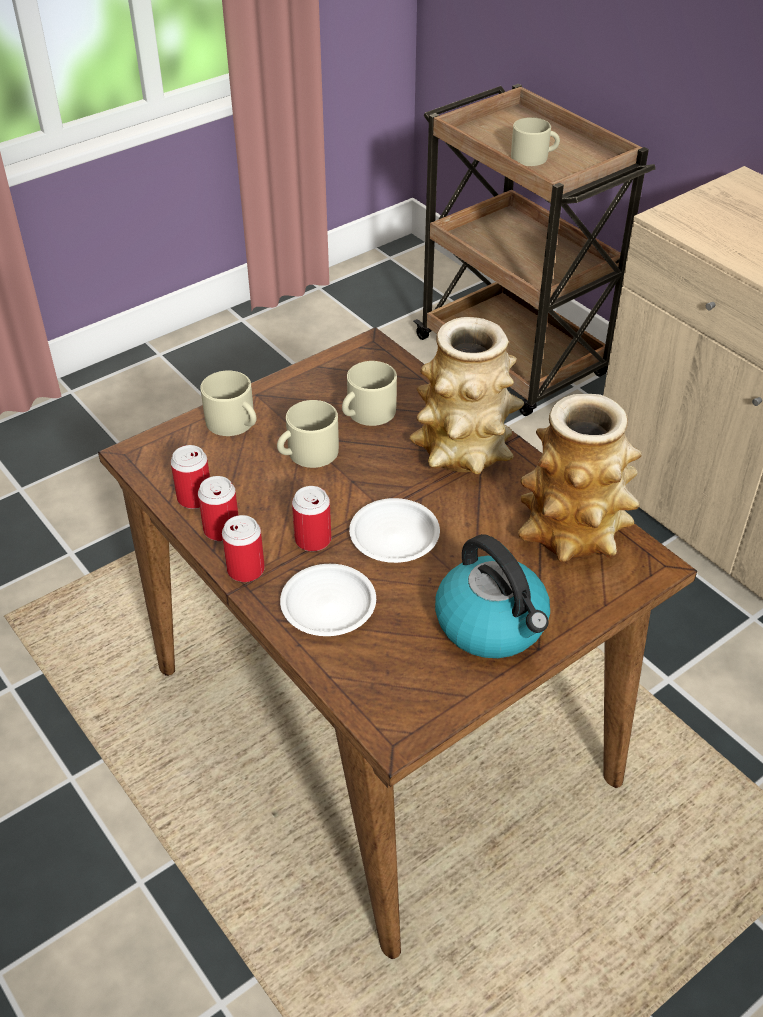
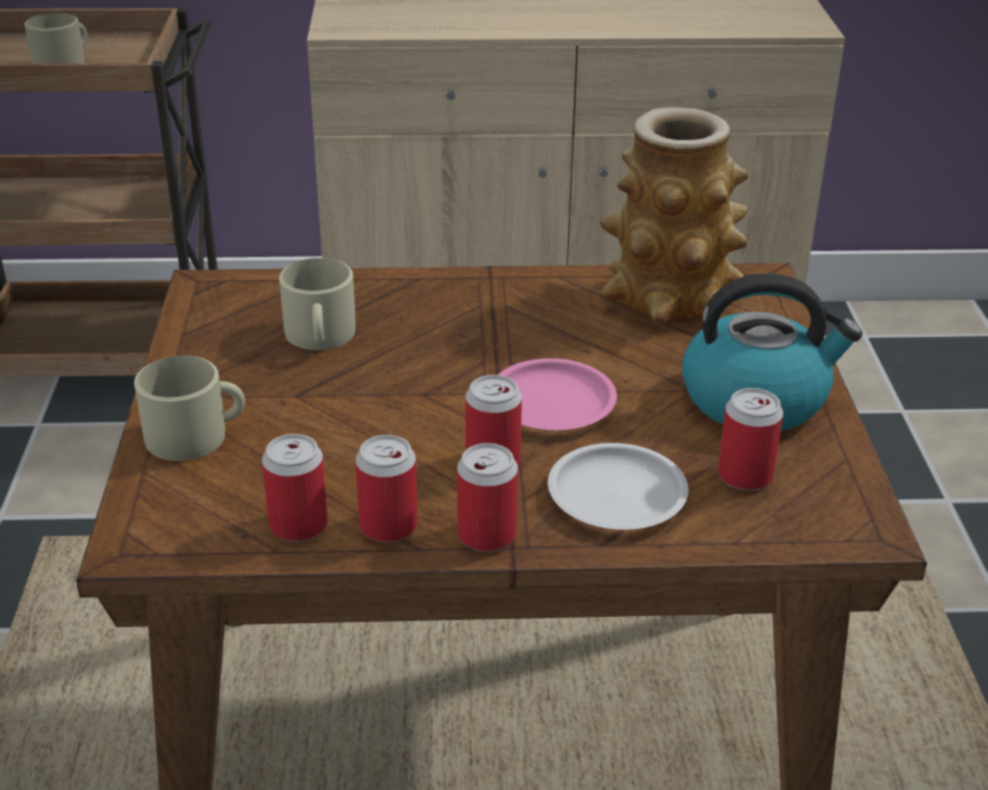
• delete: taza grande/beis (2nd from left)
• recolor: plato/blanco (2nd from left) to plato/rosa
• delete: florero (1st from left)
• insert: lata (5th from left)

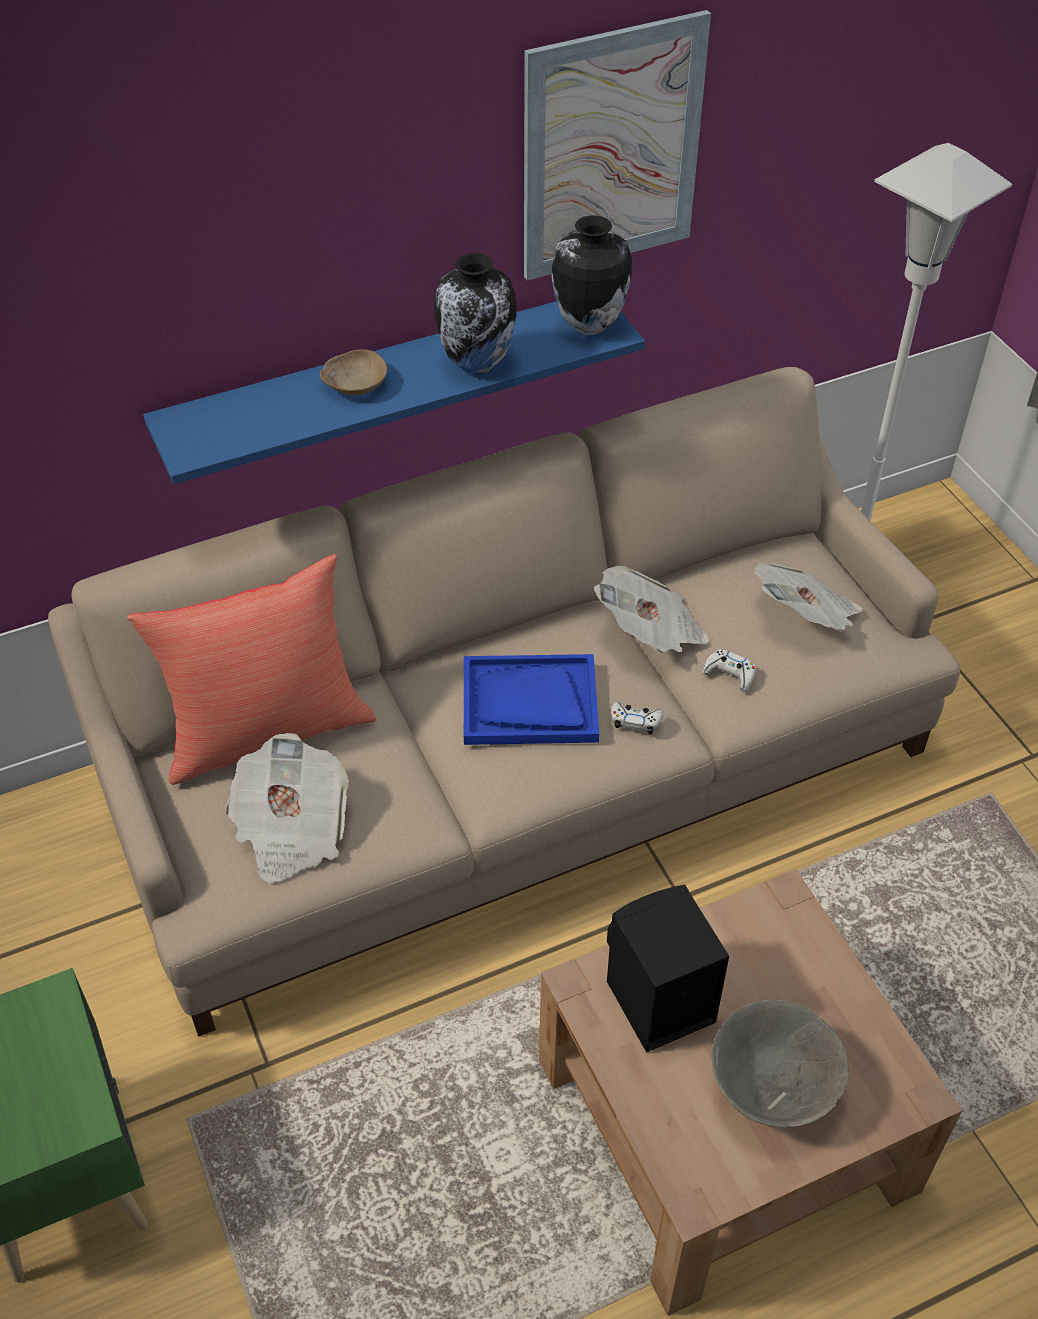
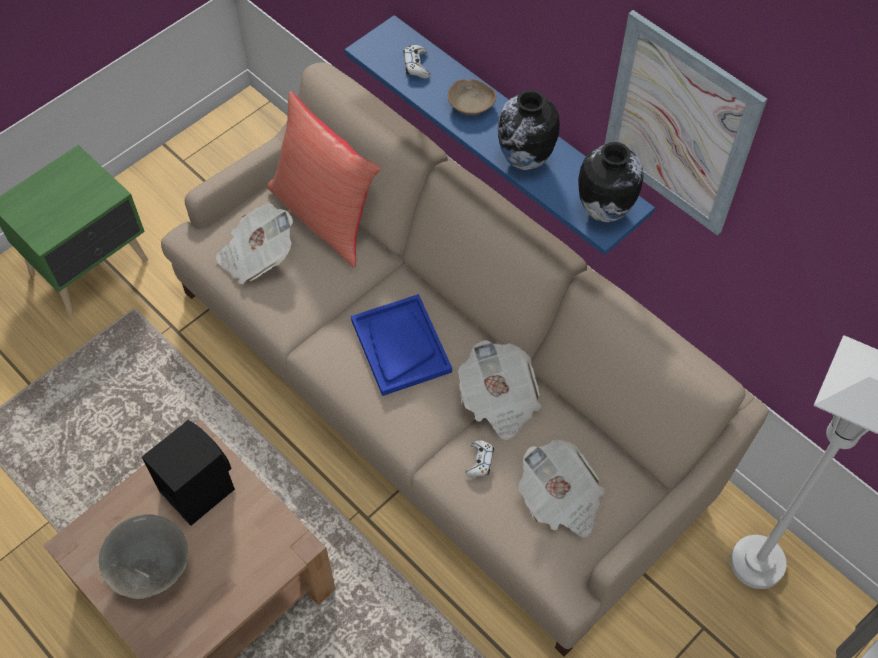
• move: mando de consola/blanco (1st from left)

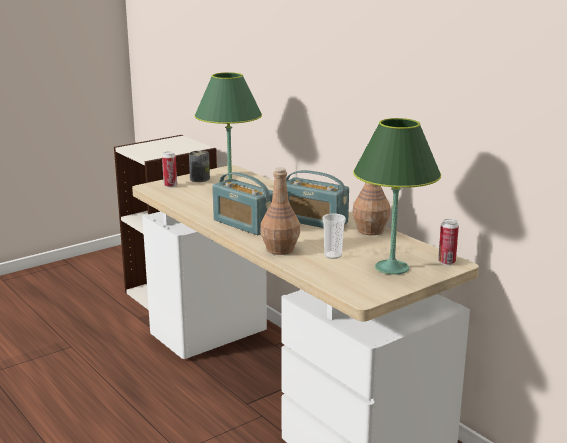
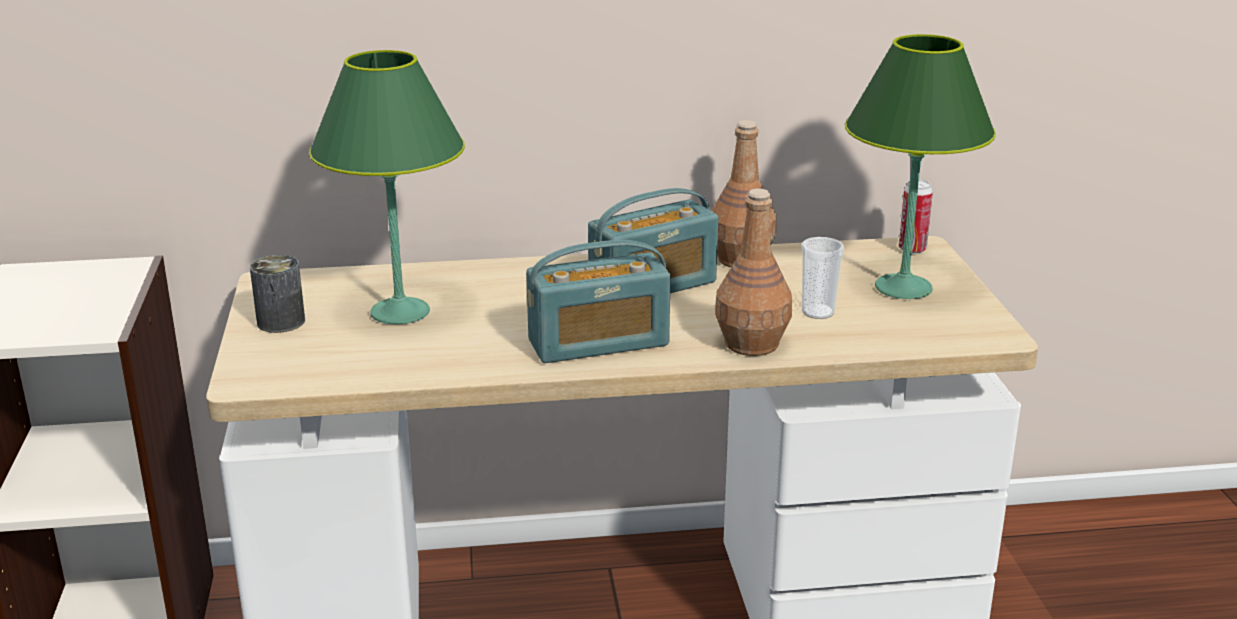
• delete: lata (1st from left)

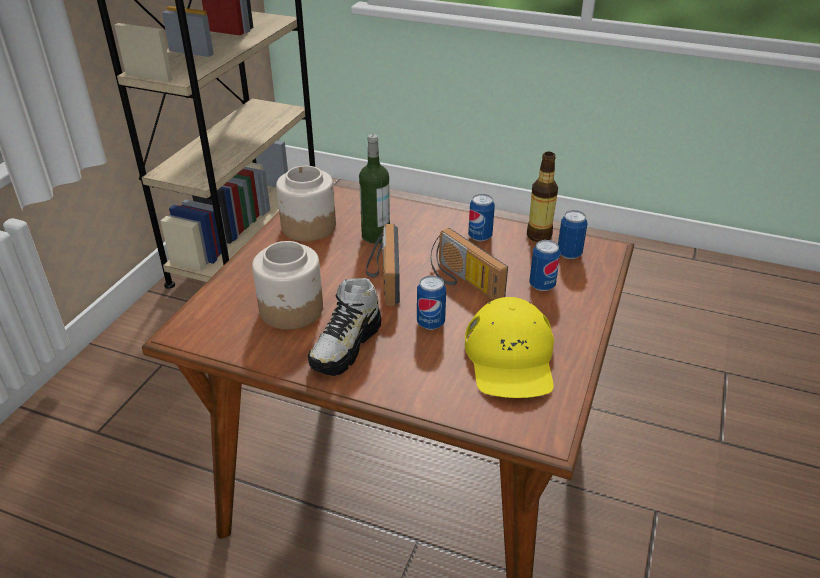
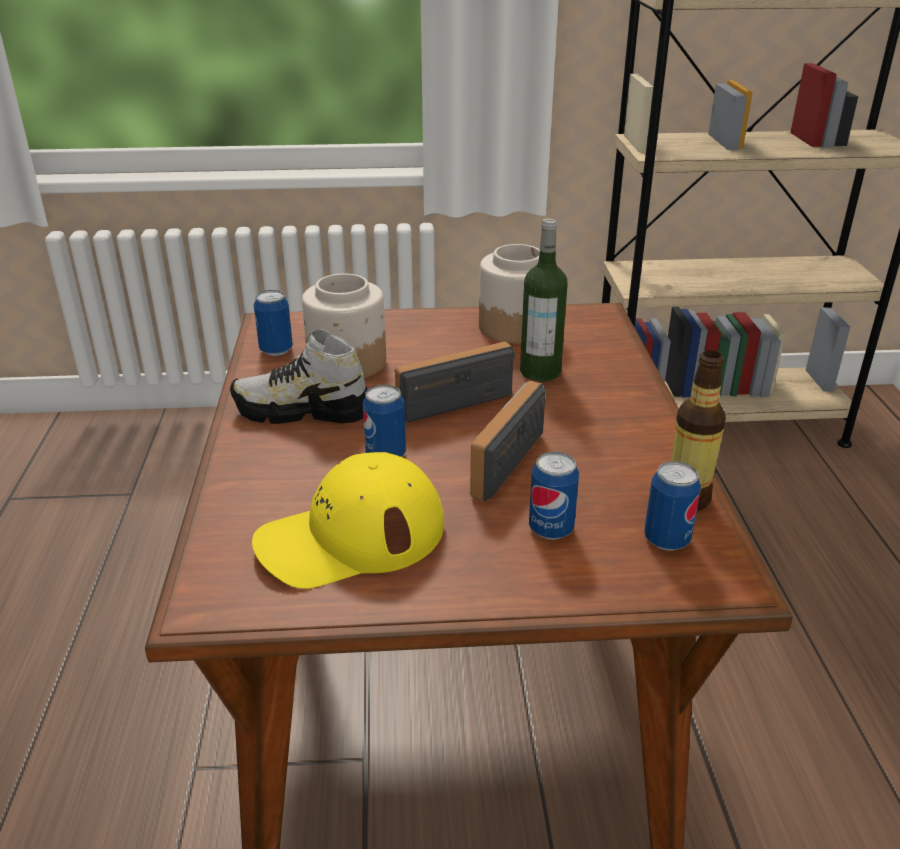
• move: lata (2nd from left in the first image) to lata (1st from left)

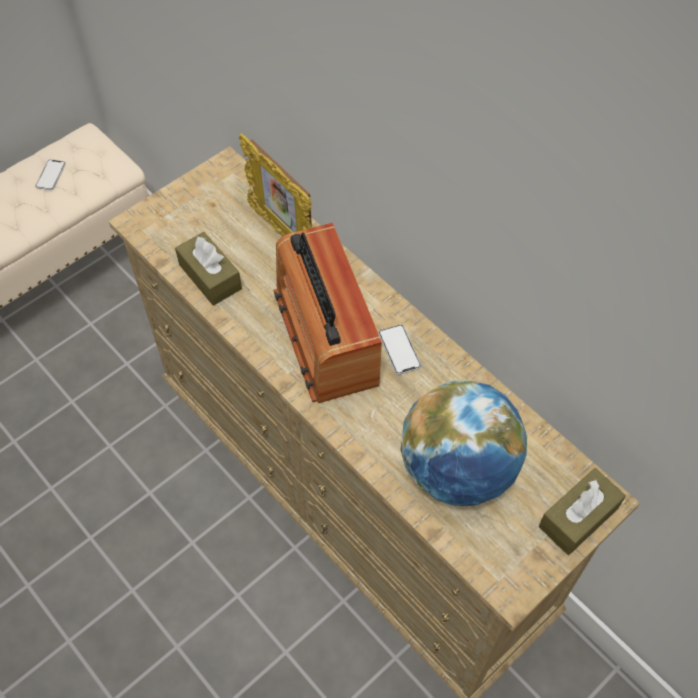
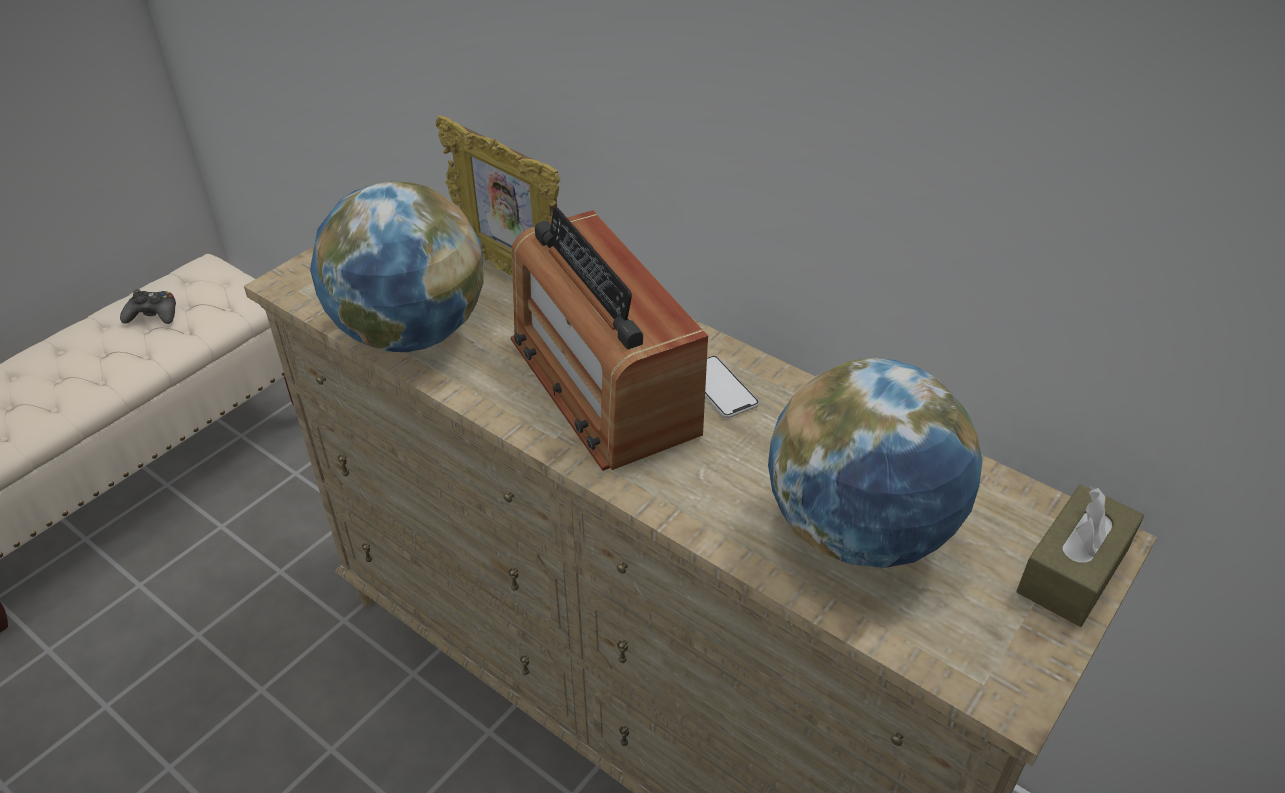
• replace: móvil (1st from left) to mando de consola/negro
• replace: caja de pañuelos/marrón (1st from left) to globo terráqueo (1st from left)

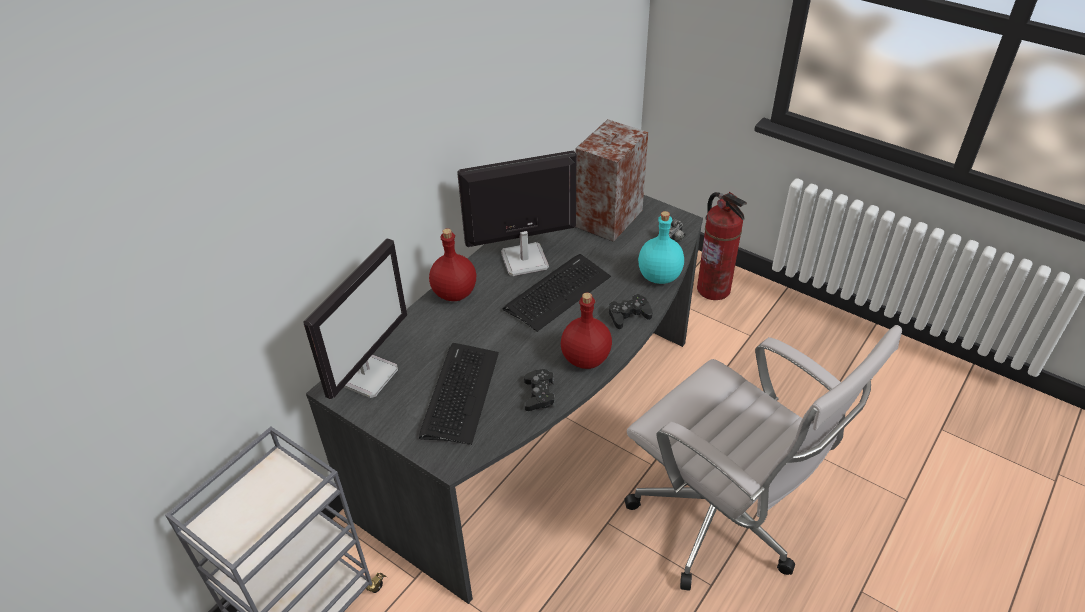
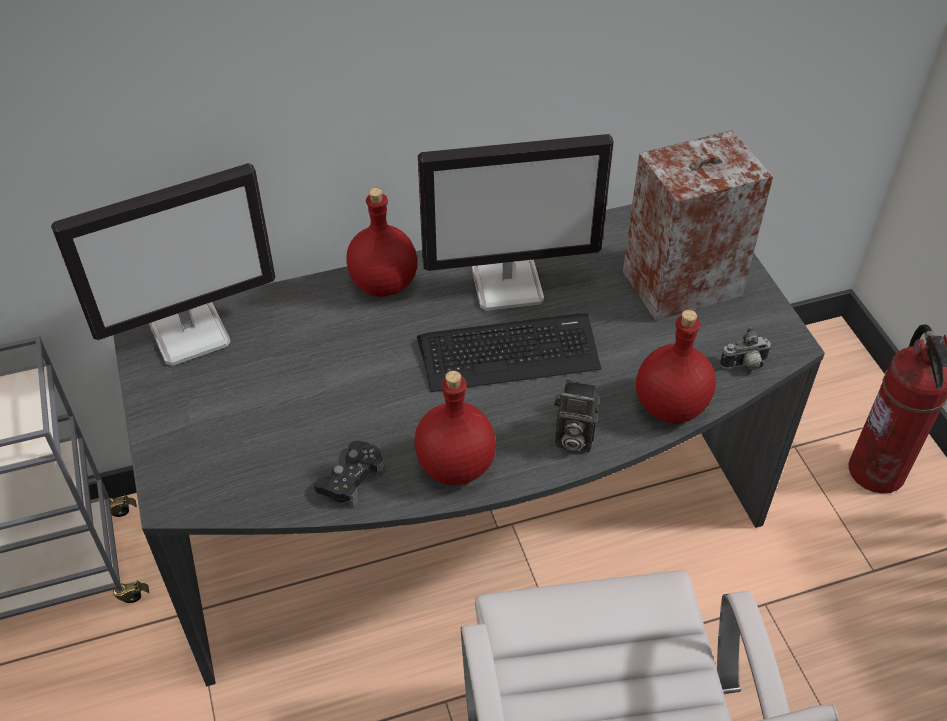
• delete: teclado (1st from left)
• rotate: monitor (2nd from left) 150 degrees clockwise
• replace: mando de consola/negro (2nd from left) to cámara (1st from left)
• recolor: botella/turquesa to botella/rojo (3rd from left)

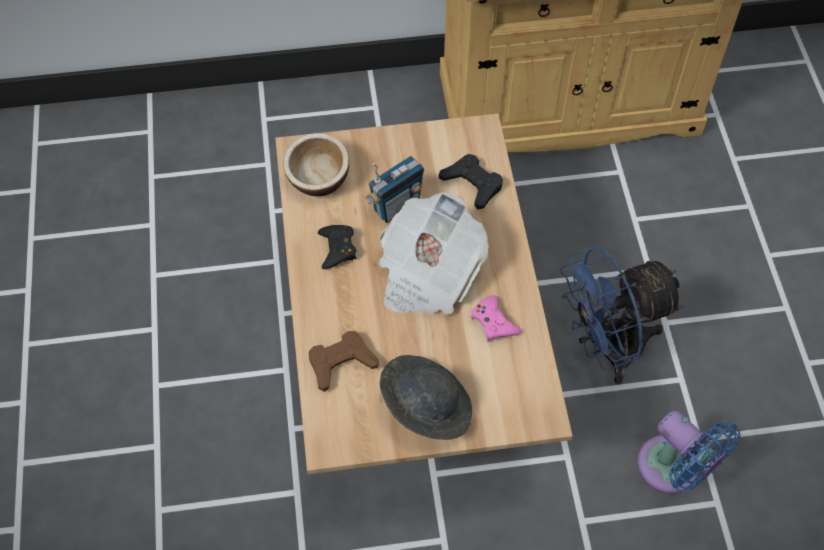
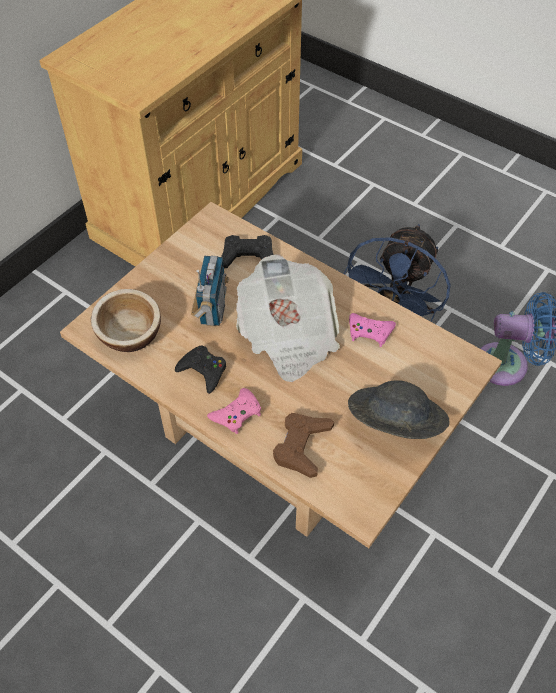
• insert: mando de consola/rosa (1st from left)

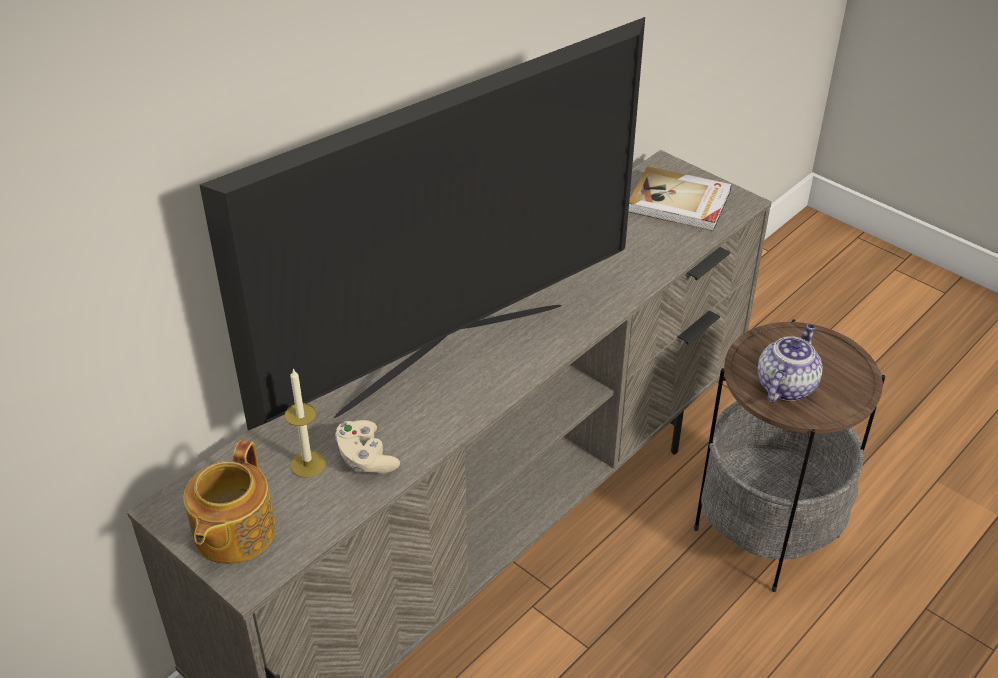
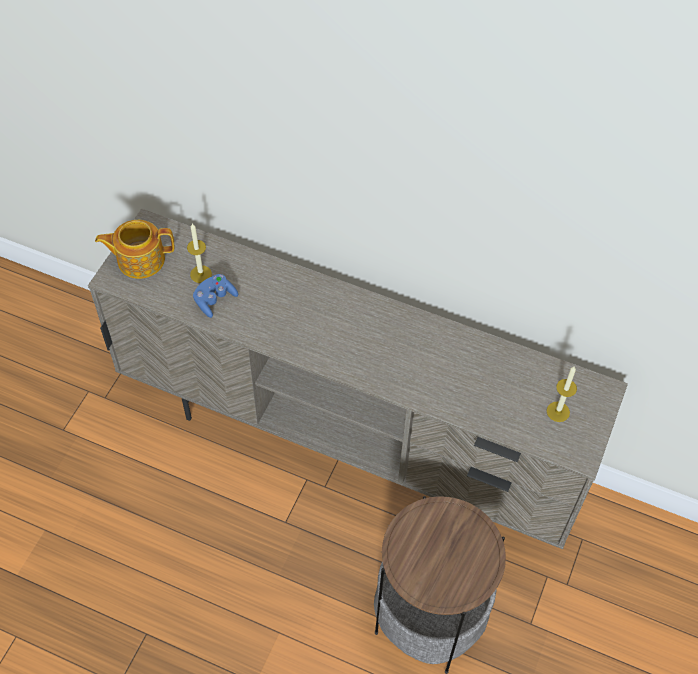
• delete: televisor
• recolor: mando de consola/beis to mando de consola/azul
• replace: libro to vela (2nd from left)
• delete: tetera (2nd from left)

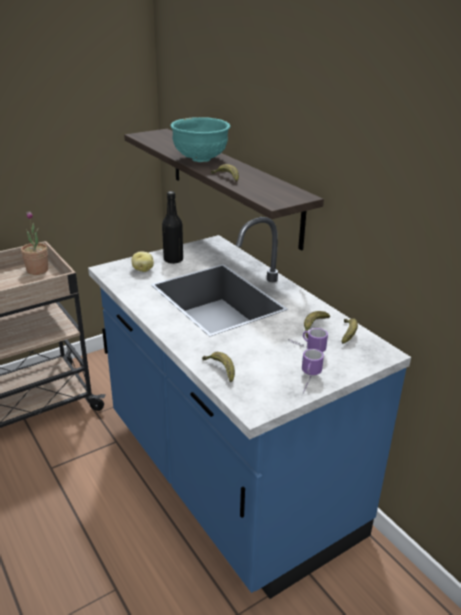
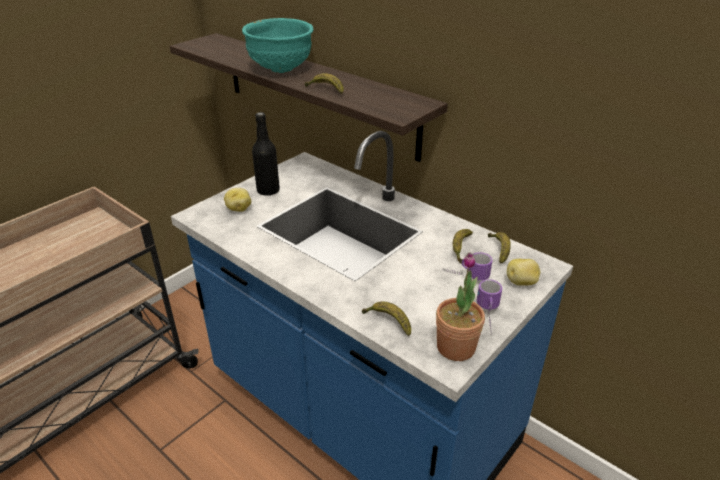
• move: planta en maceta
• insert: patata (2nd from left)

